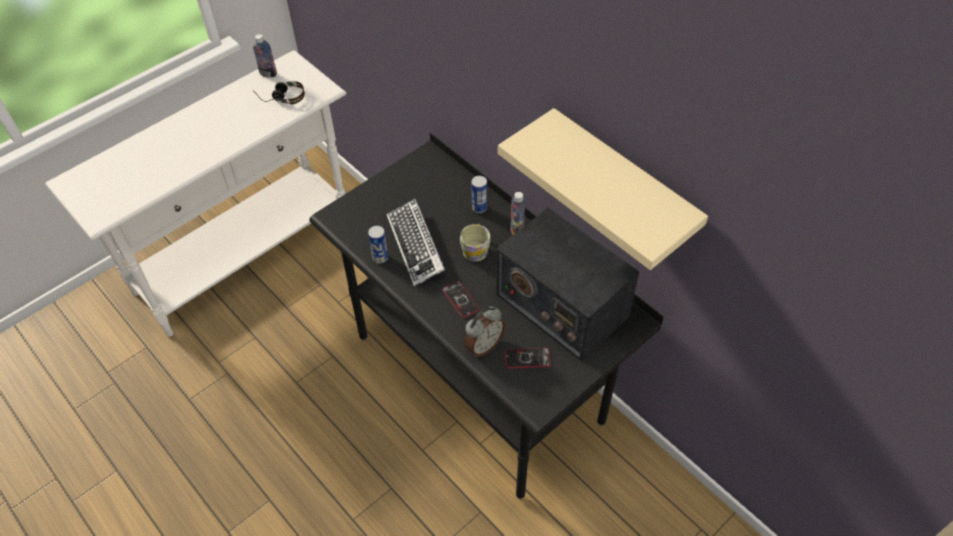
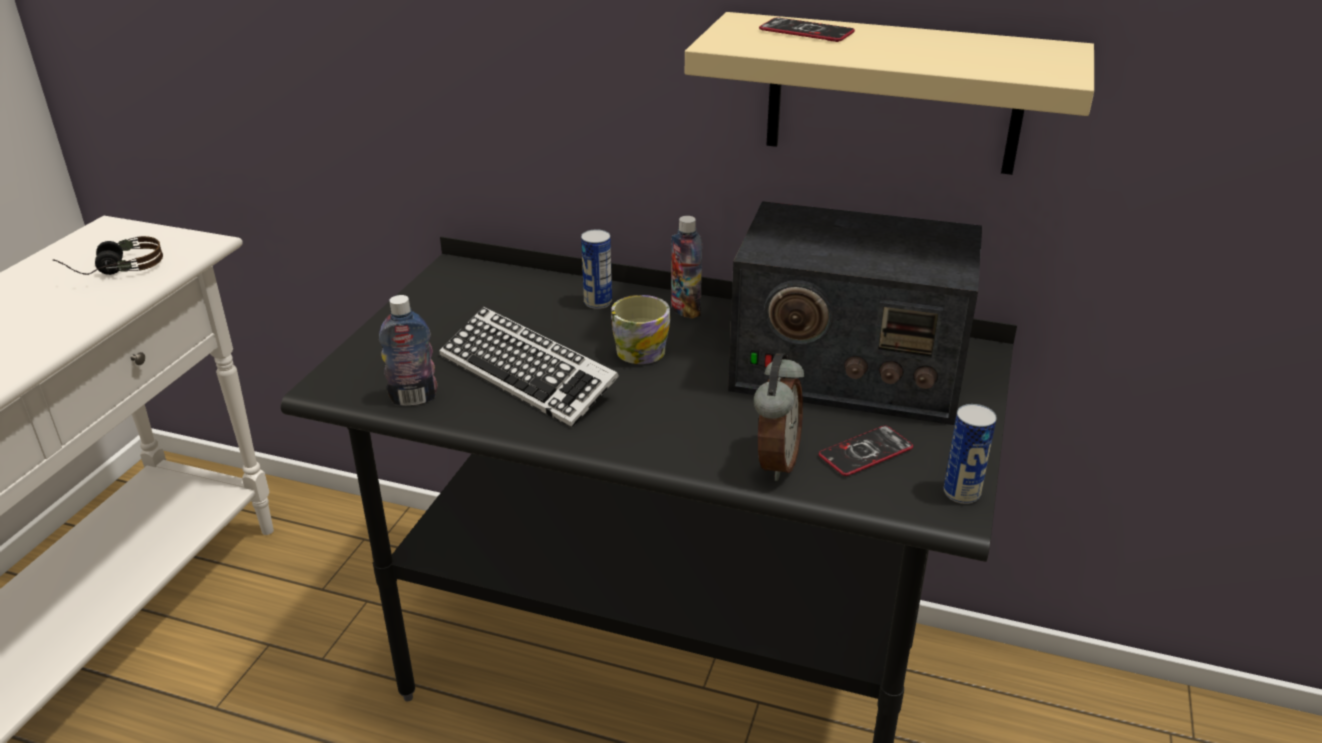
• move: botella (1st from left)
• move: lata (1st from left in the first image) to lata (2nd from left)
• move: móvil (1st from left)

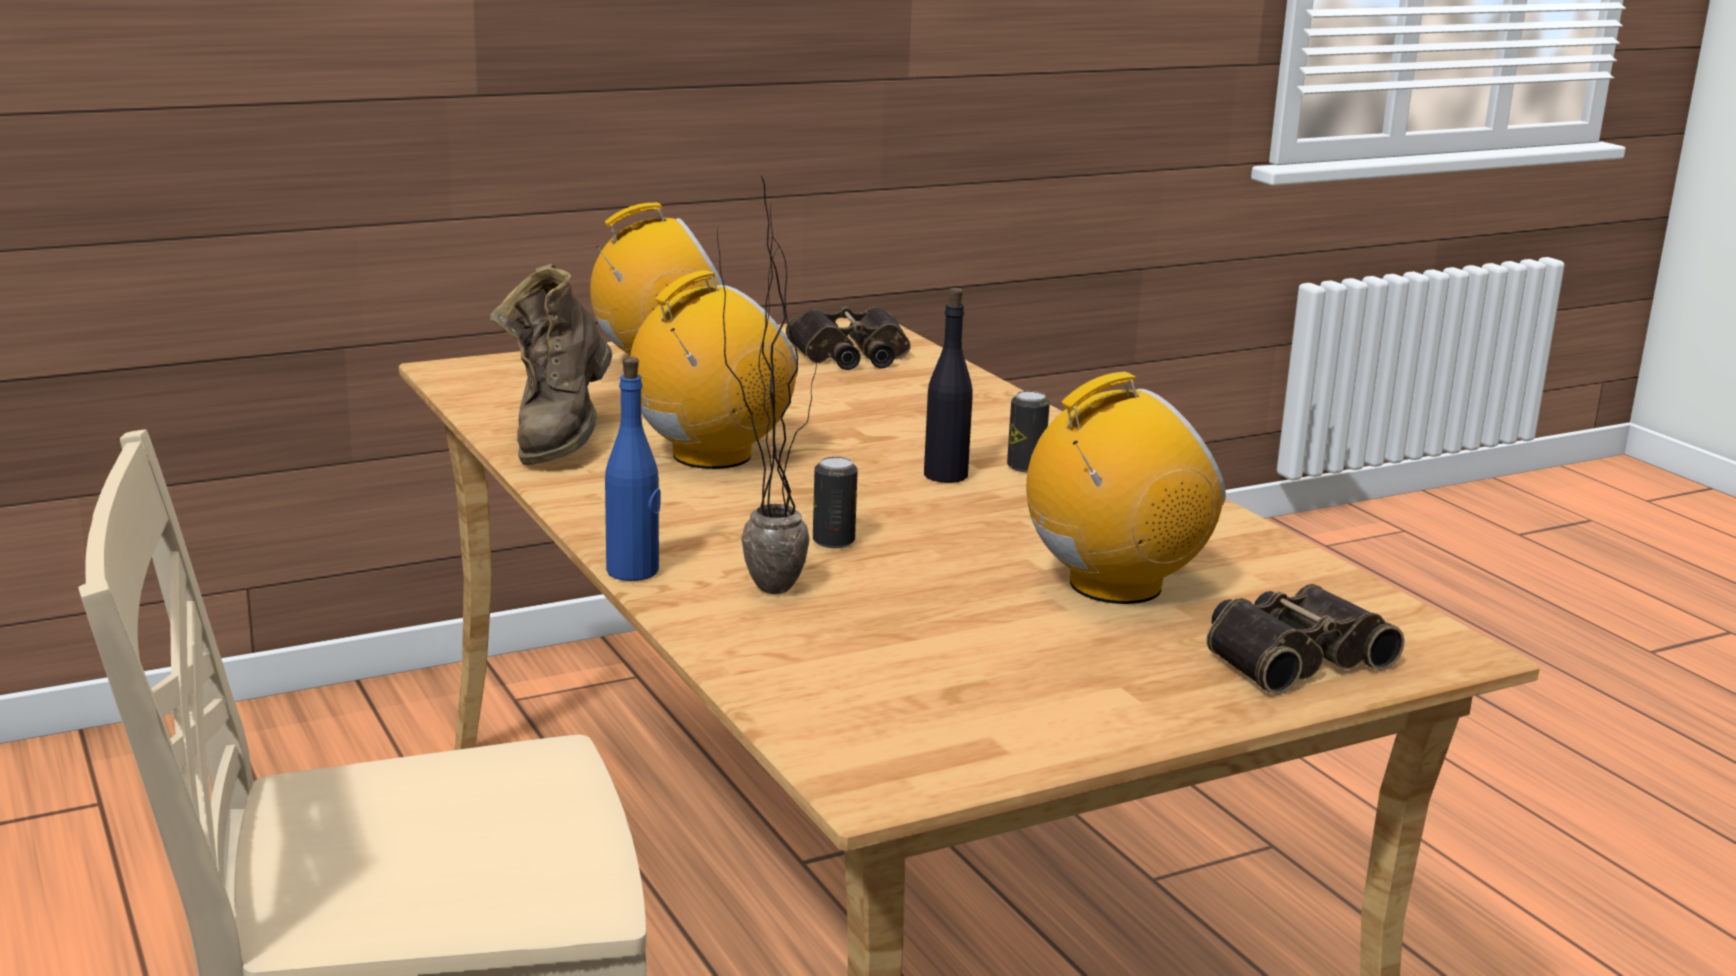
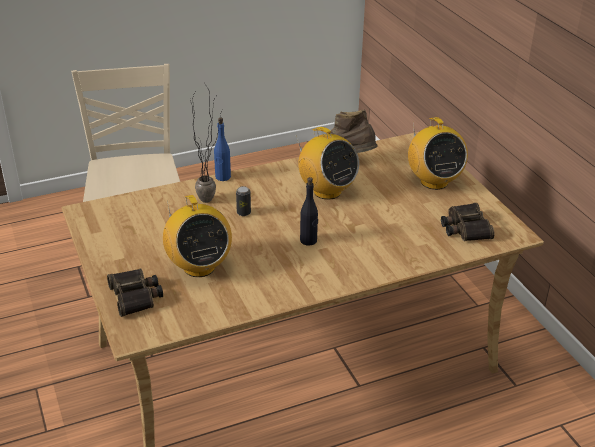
• delete: lata (2nd from left)

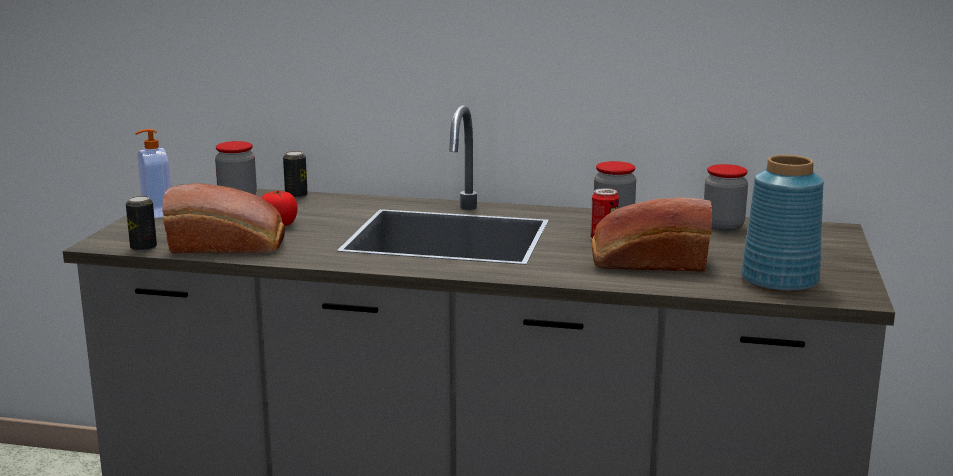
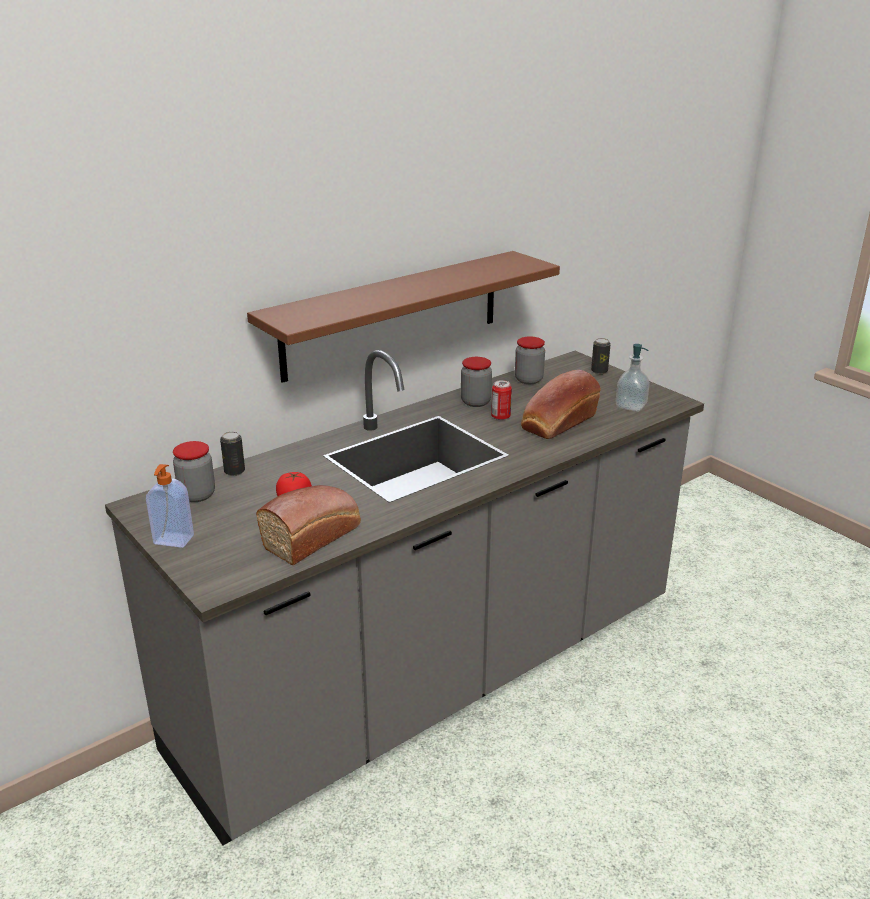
• move: lata (1st from left in the first image) to lata (3rd from left)
• replace: florero/azul to dispensador de jabón (2nd from left)
• insert: estante/marrón

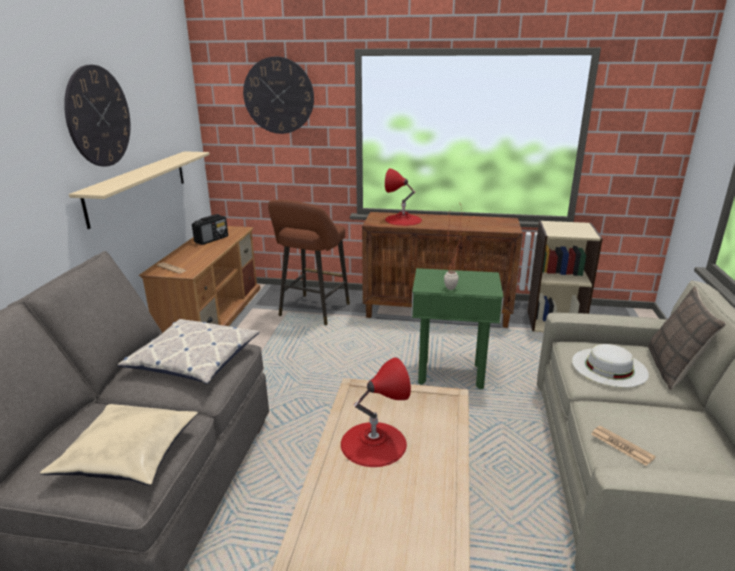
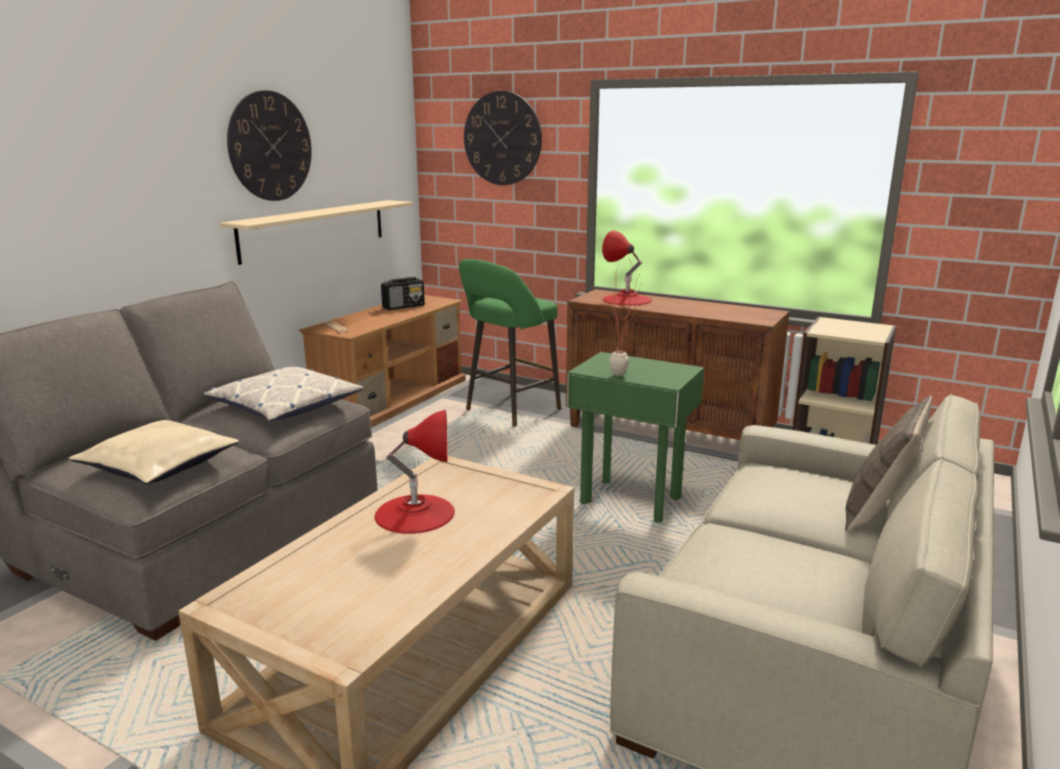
• recolor: taburete/marrón to taburete/verde
• delete: sombrero/blanco
• delete: periódico (2nd from left)

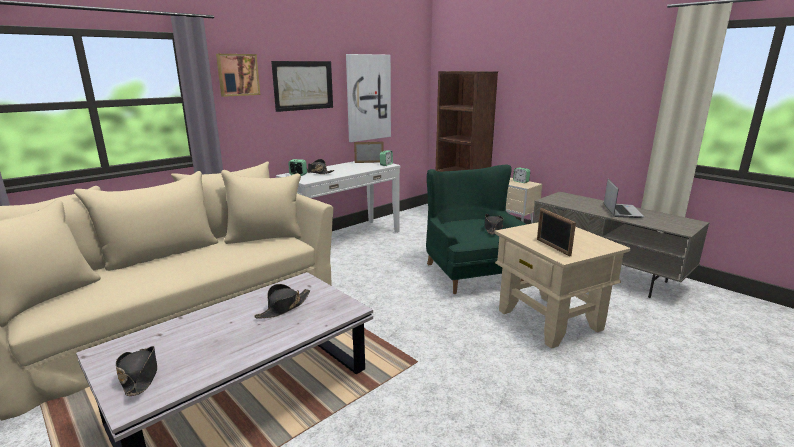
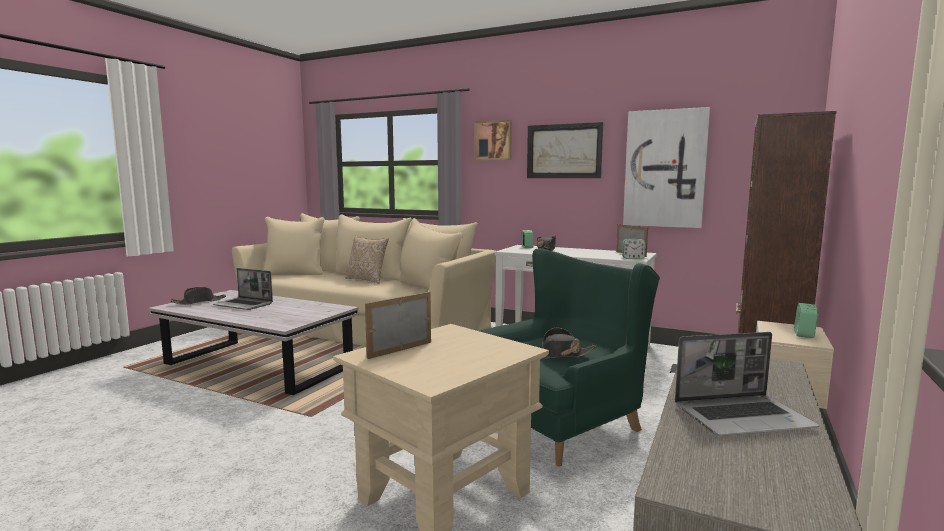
• delete: sombrero/negro (2nd from left)
• insert: portátil (1st from left)
• insert: cojín

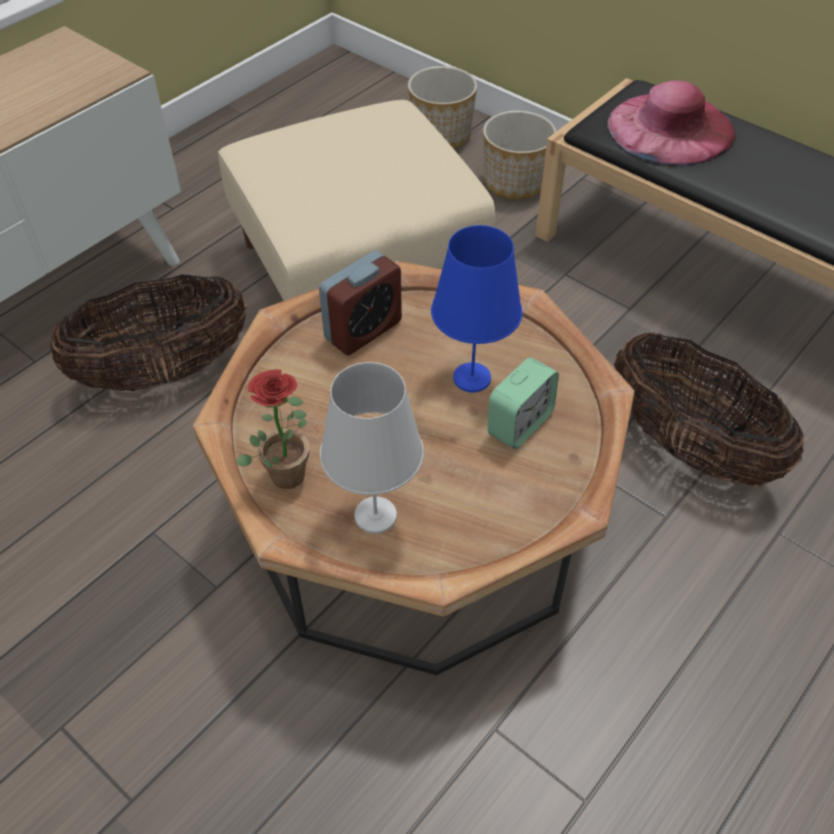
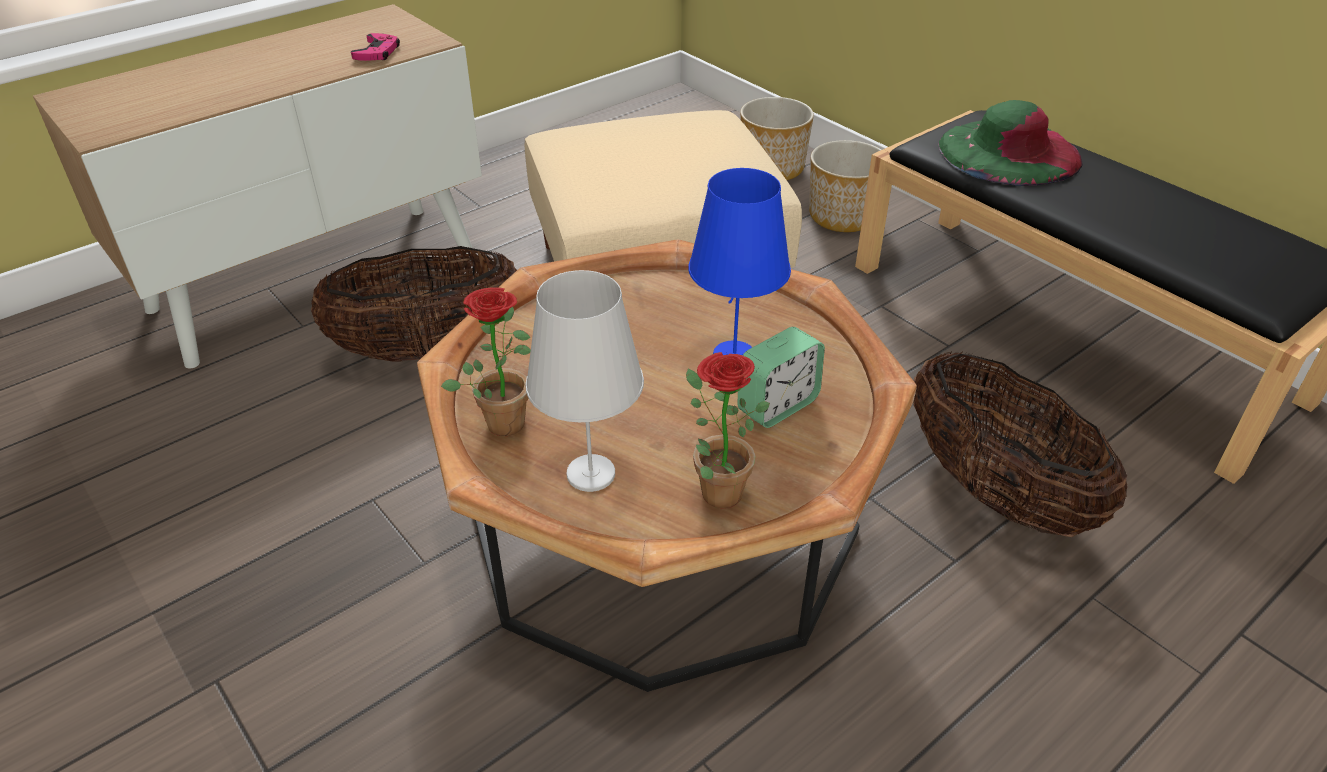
• delete: despertador (1st from left)
• recolor: sombrero/rosa to sombrero/verde
• insert: mando de consola/rosa
• insert: planta en maceta (2nd from left)

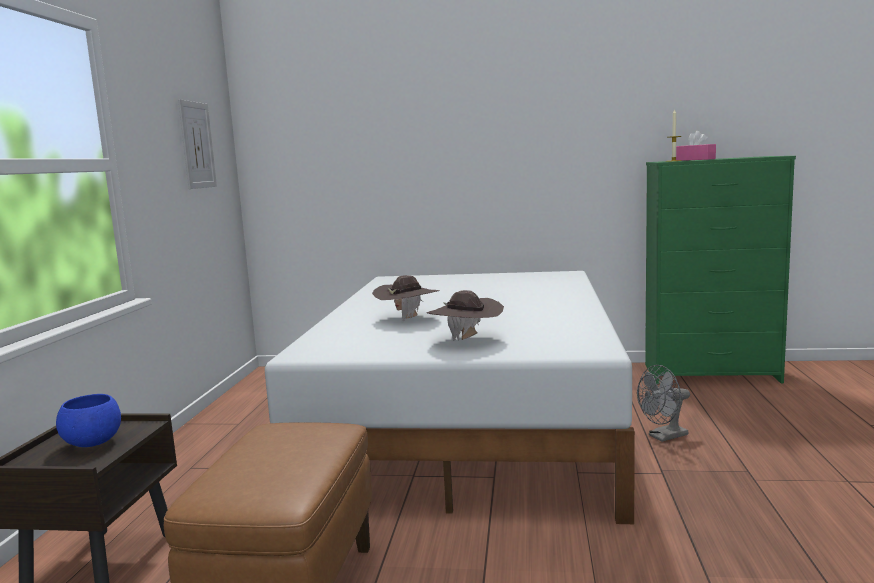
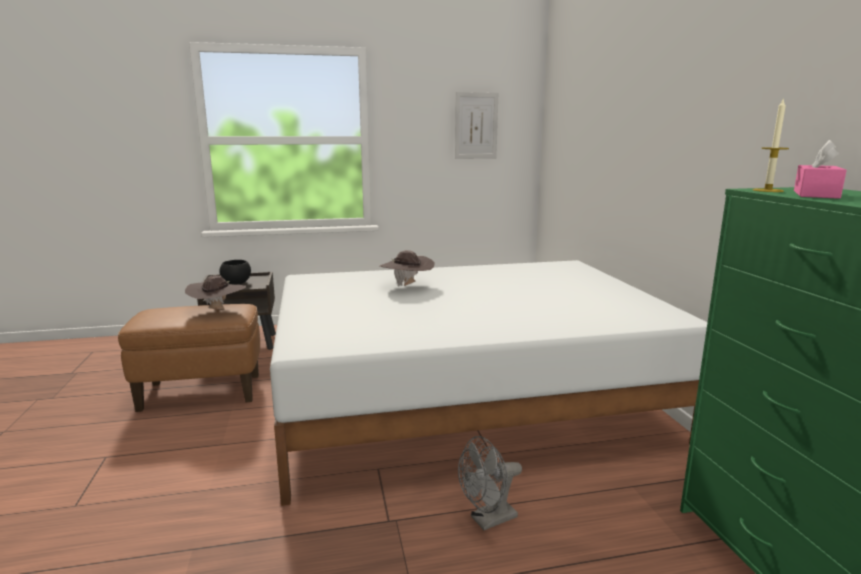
• recolor: cuenco/azul to cuenco/negro
• move: sombrero/marrón (2nd from left in the first image) to sombrero/marrón (1st from left)
• rotate: ventilador/gris 75 degrees counterclockwise

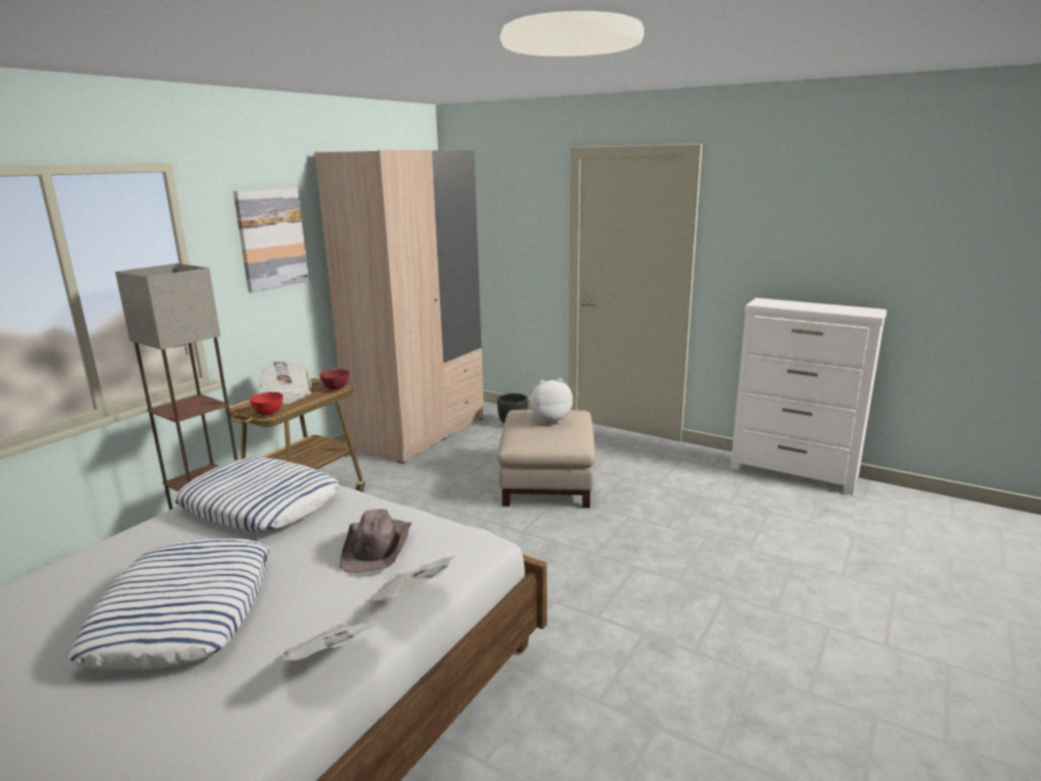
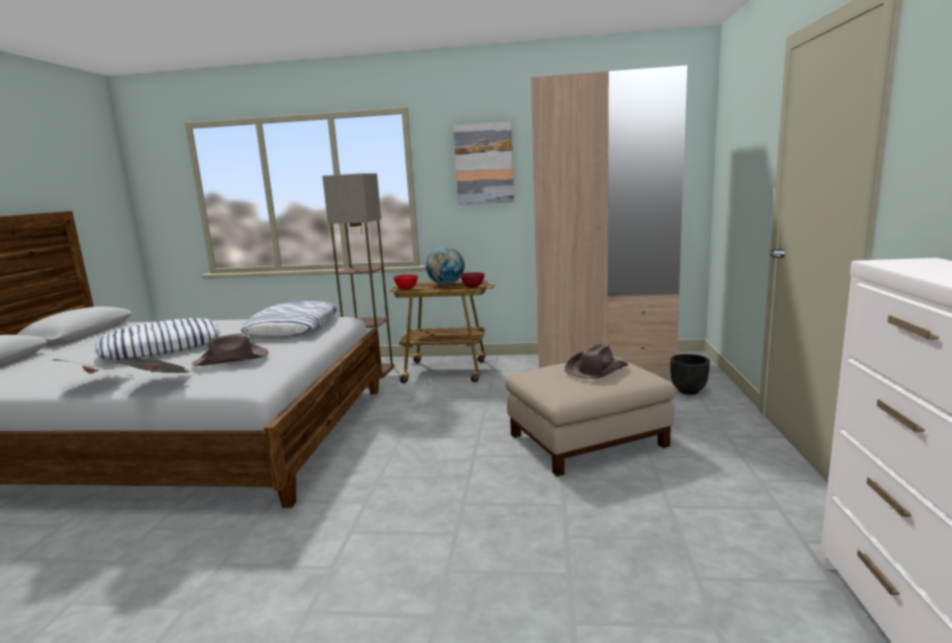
• replace: periódico (1st from left) to globo terráqueo
• replace: peluche to sombrero/marrón (2nd from left)

